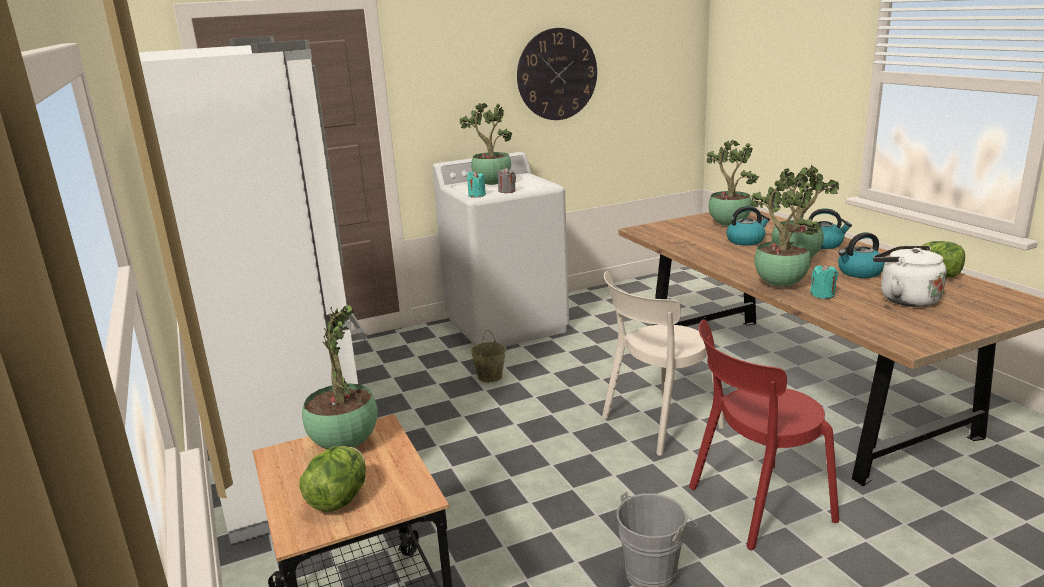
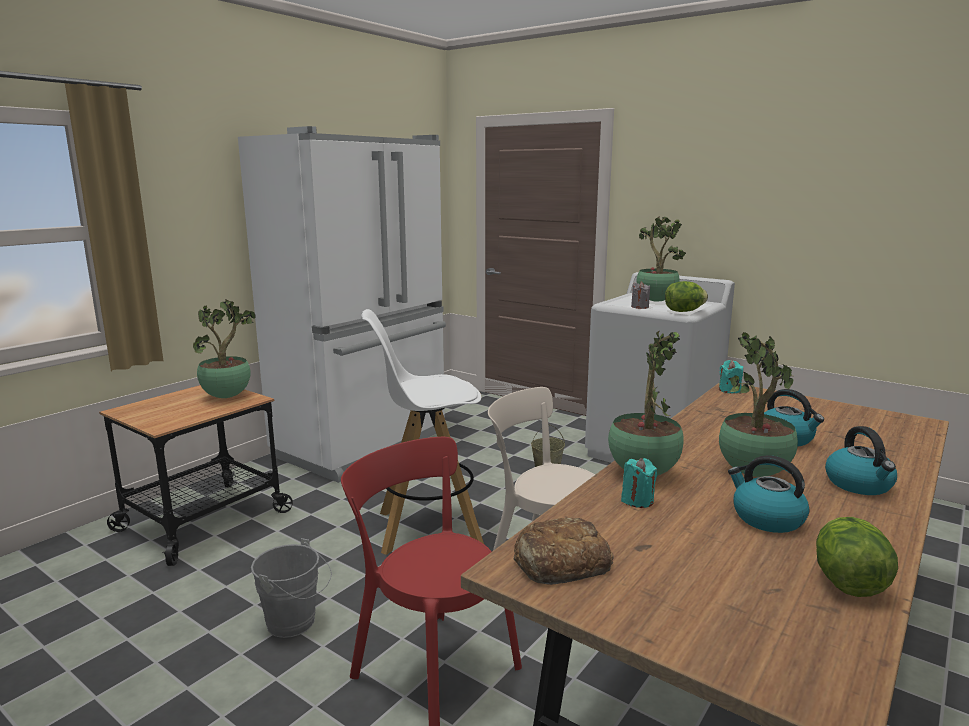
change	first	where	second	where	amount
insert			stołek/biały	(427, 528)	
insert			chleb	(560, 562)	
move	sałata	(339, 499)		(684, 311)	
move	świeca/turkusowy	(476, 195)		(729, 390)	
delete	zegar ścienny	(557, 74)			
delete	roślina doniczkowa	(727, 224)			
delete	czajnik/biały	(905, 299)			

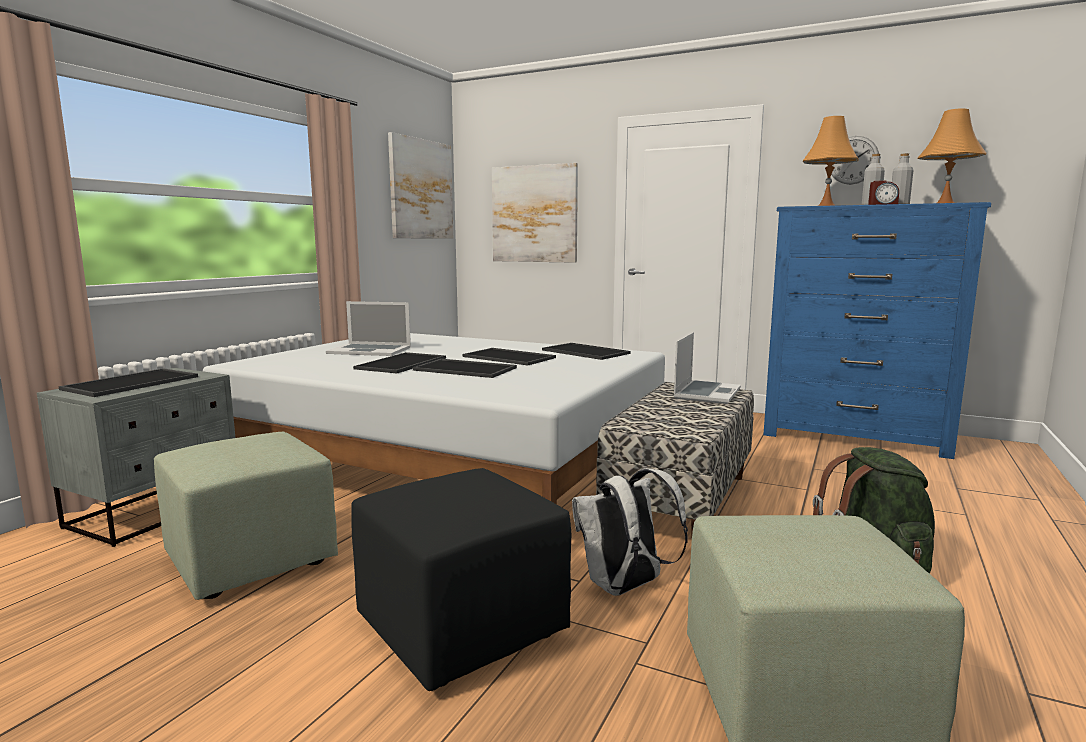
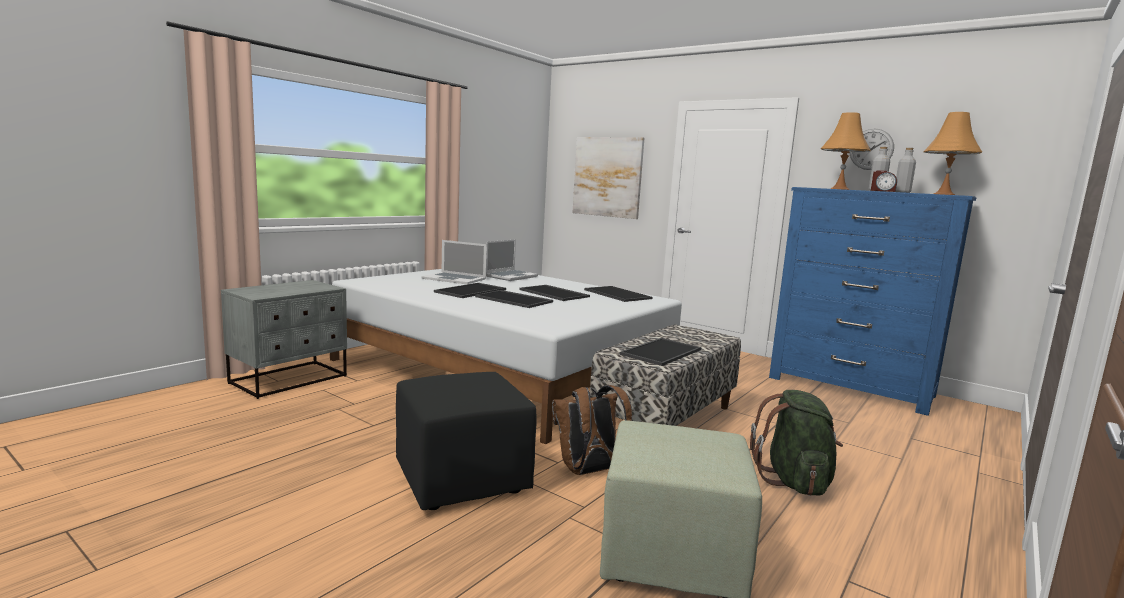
change	first	where	second	where	amount
move	laptop	(706, 393)		(511, 276)	
recolor	plecak/biały	(625, 587)	plecak/brązowy	(588, 471)	
move	taca	(132, 382)		(660, 351)	
delete	pufa/zielony	(249, 559)			
delete	obraz	(421, 189)			

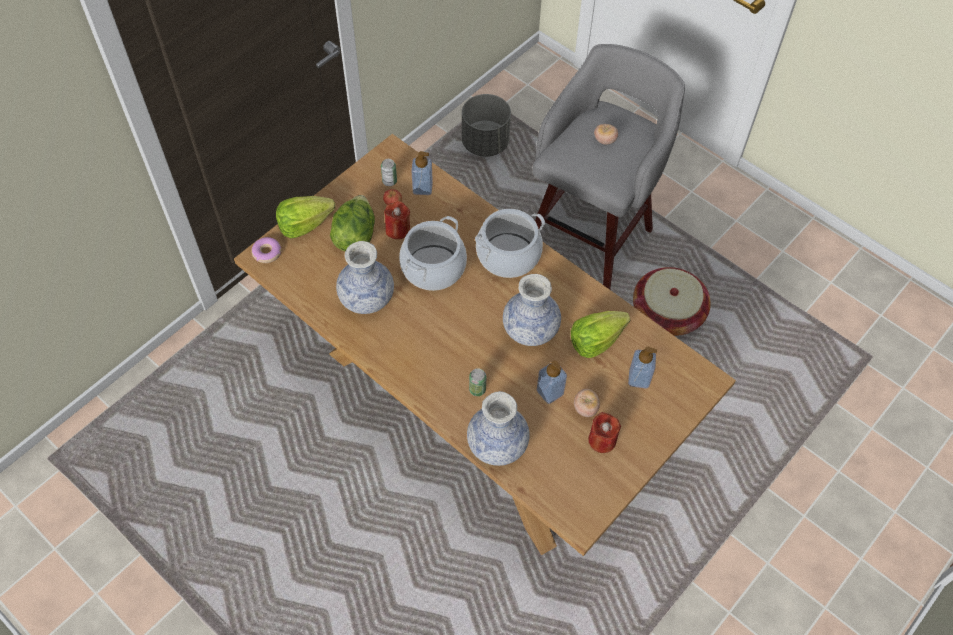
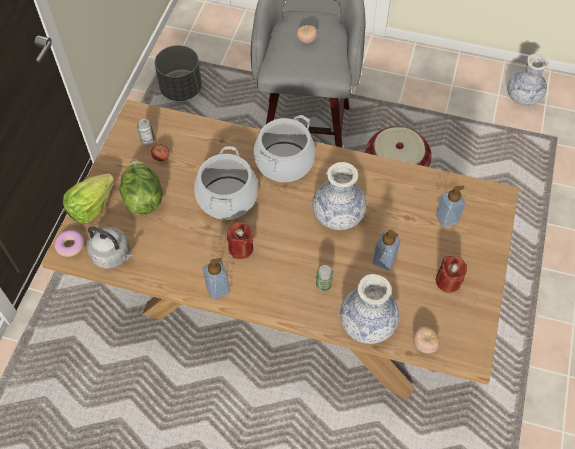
change	first	where	second	where	amount
insert			czajnik/szary	(113, 255)	
move	dozownik mydła	(422, 188)		(218, 289)	
move	świeca/czerwony	(398, 229)		(241, 248)	
move	pomidor	(585, 408)		(424, 344)	
move	wazon	(366, 298)		(523, 97)	
delete	sałata	(595, 341)			

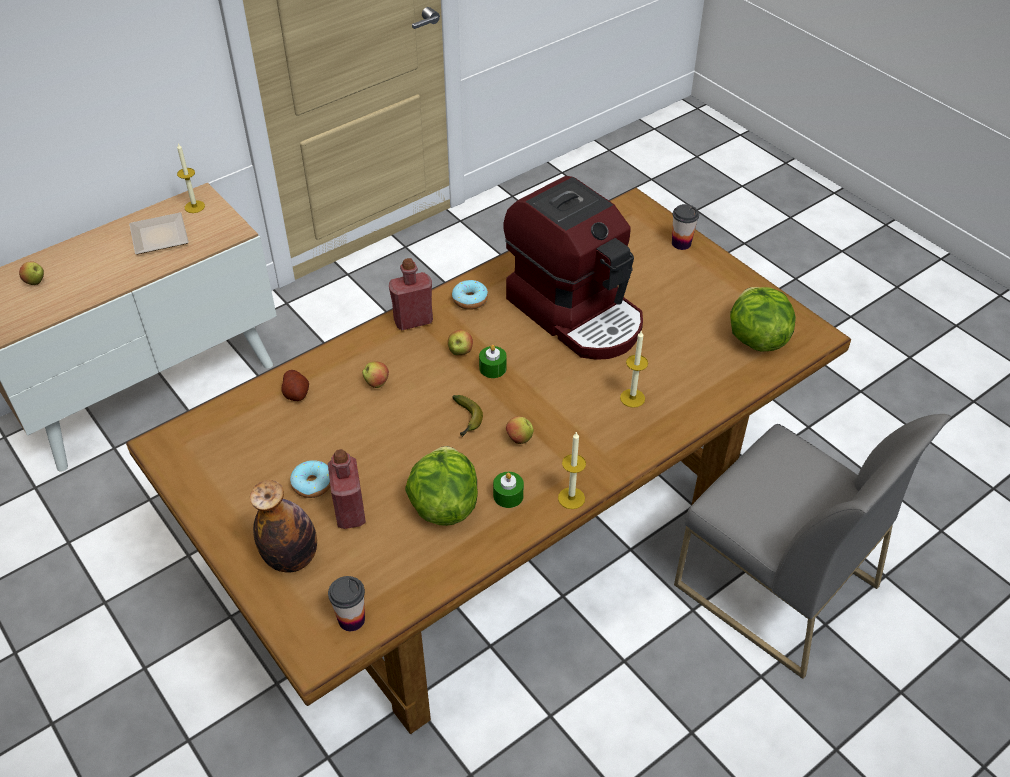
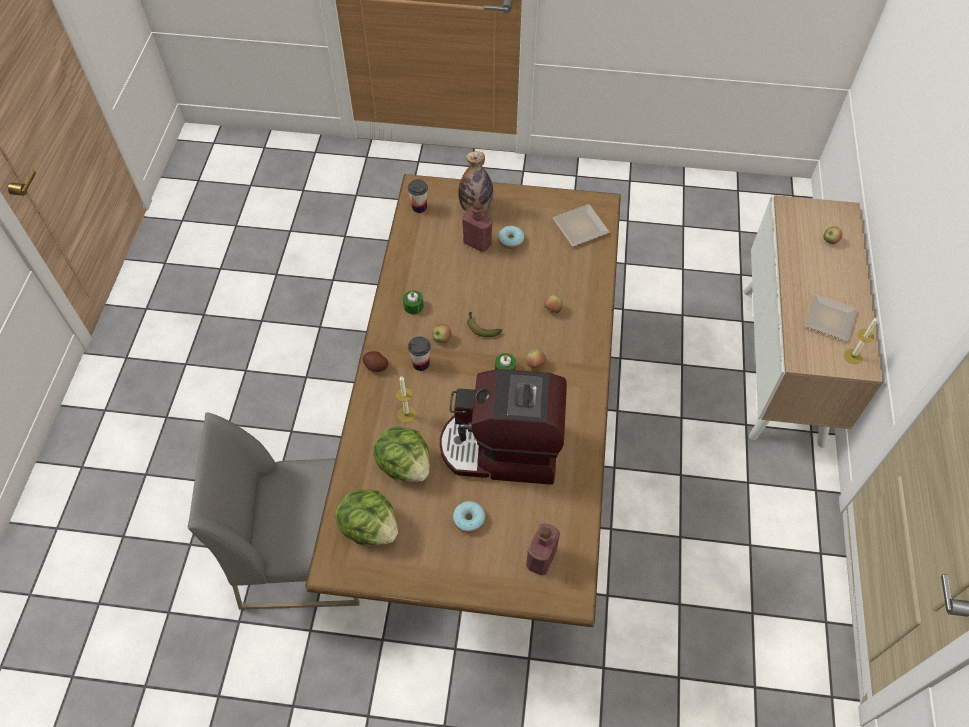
change	first	where	second	where	amount
move	ziemniak	(296, 393)		(376, 366)	
move	sałata	(444, 505)		(405, 465)	
move	filiżanka	(681, 243)		(421, 364)	
move	donut	(470, 300)		(469, 519)	
move	butelka/czerwony	(413, 321)		(541, 559)	
insert			talerz	(580, 229)	
delete	świeca	(571, 498)			

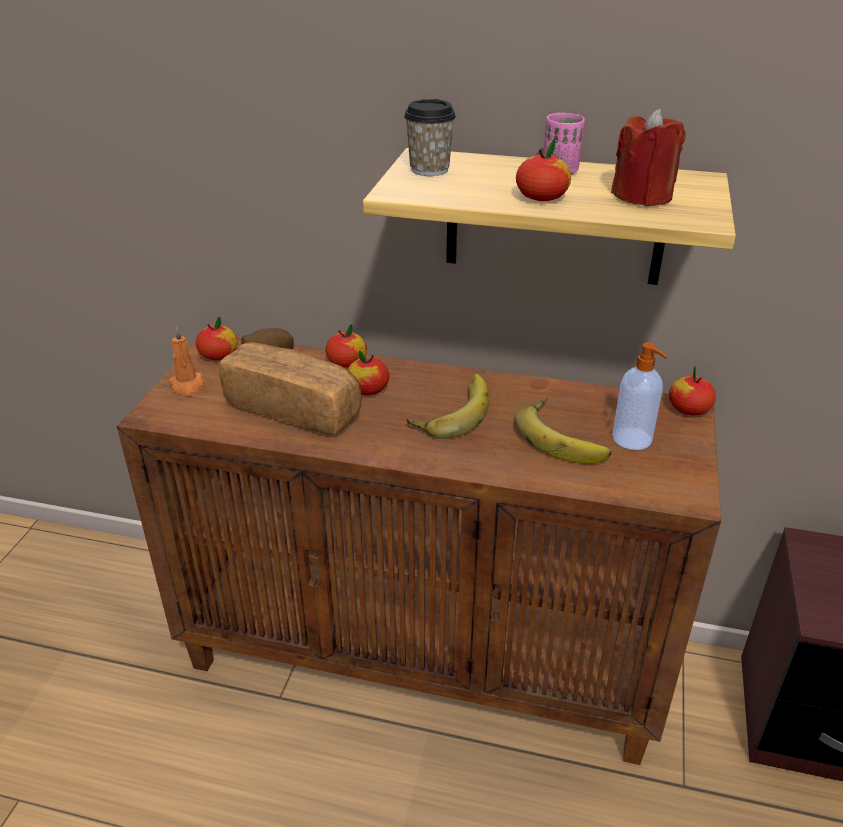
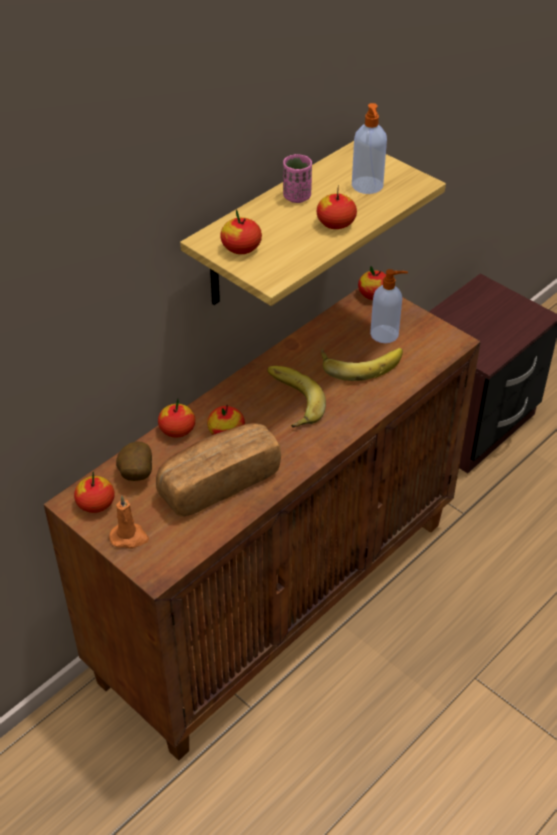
change	first	where	second	where	amount
replace	filiżanka	(429, 169)	jabłko	(241, 248)	
replace	świeca/czerwony	(642, 196)	dozownik mydła	(367, 186)	

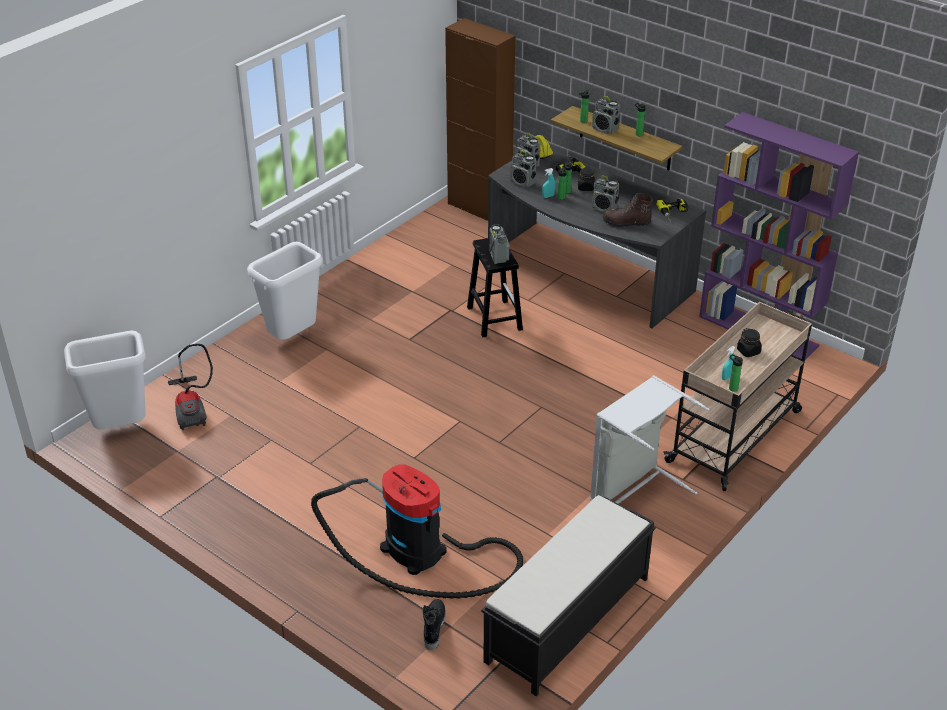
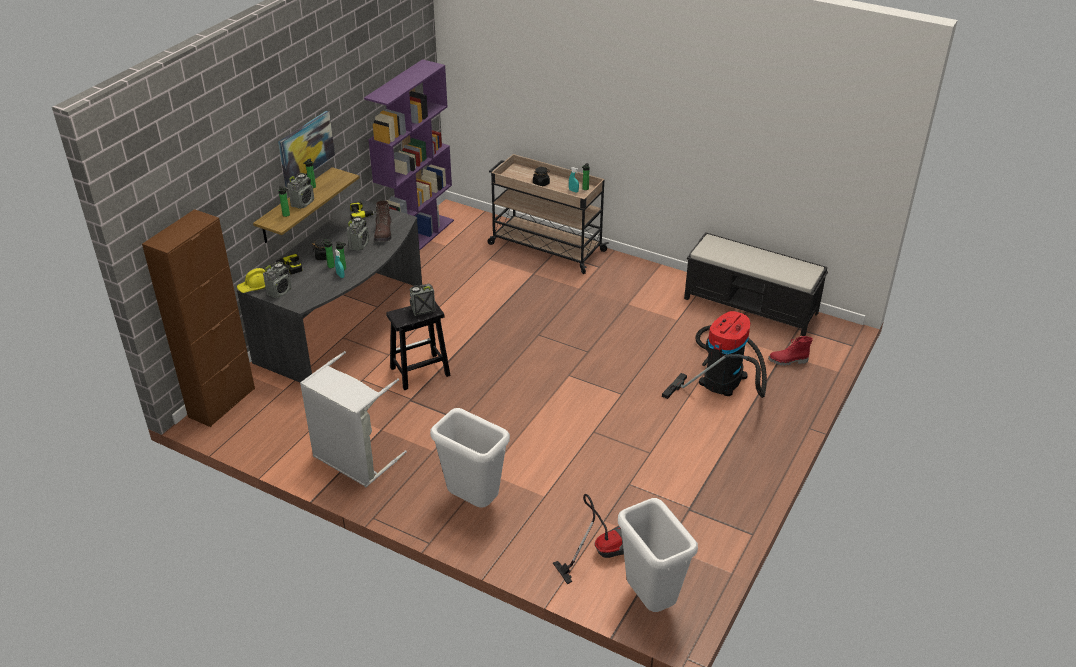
change	first	where	second	where	amount
insert			obraz	(306, 148)	
move	kosz na pranie/szary	(635, 491)		(353, 460)	
recolor	but z cholewką/czarny	(433, 627)	but z cholewką/czerwony	(788, 361)	
delete	radio	(523, 182)			

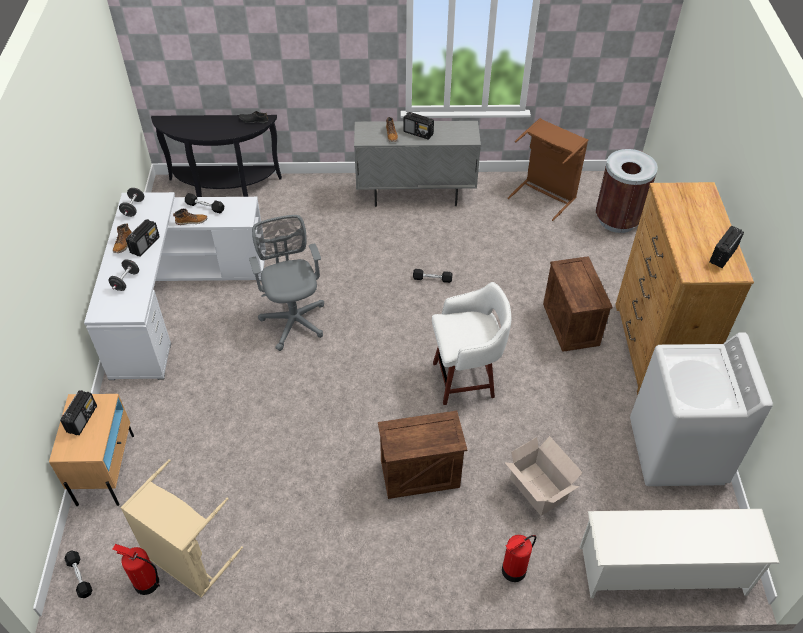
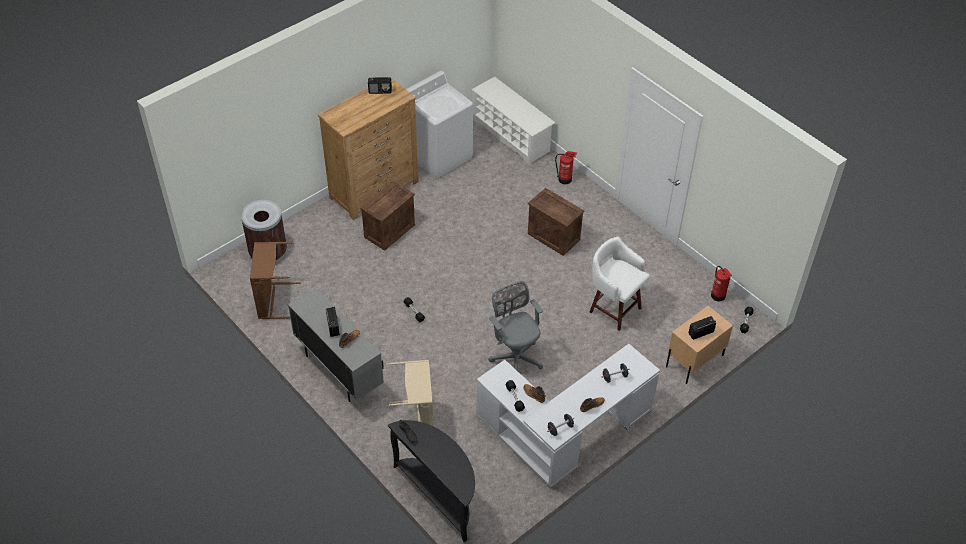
change	first	where	second	where	amount
move	kosz na pranie/beżowy	(187, 560)		(418, 421)	
rotate	krzesło biurowe/szary	(293, 319)		(515, 357)	120 degrees clockwise
move	stołek/biały	(466, 379)		(613, 309)	
delete	radio	(145, 245)			
delete	karton	(539, 490)			

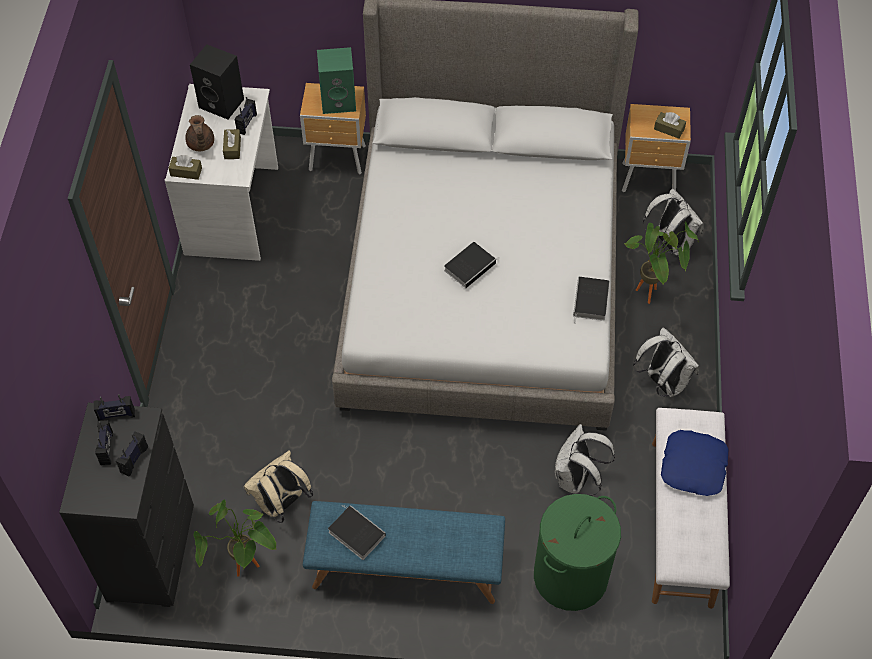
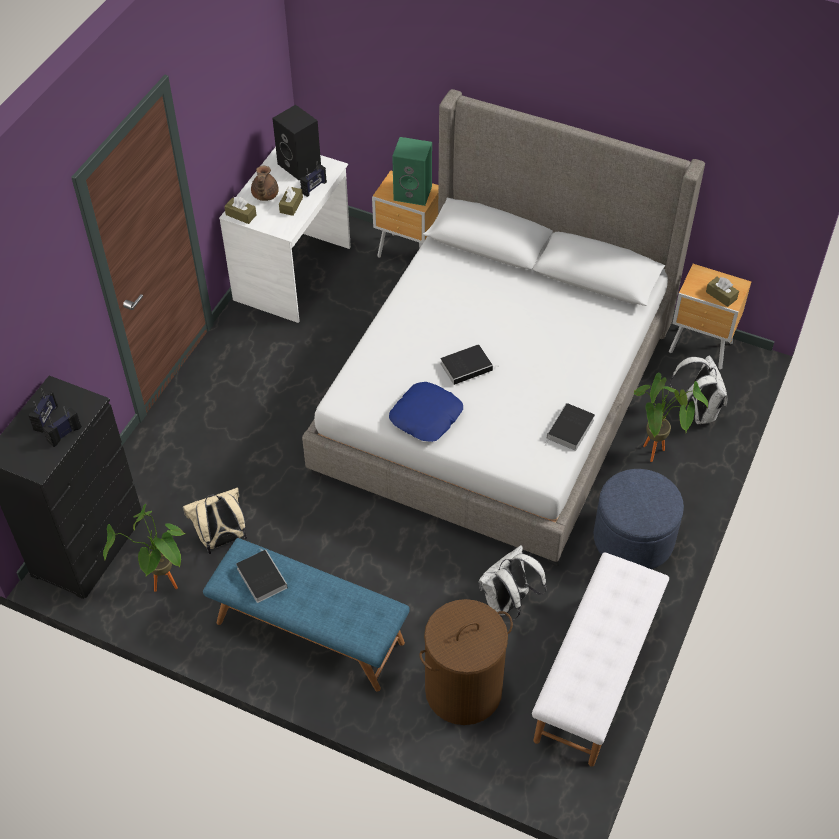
change	first	where	second	where	amount
move	poduszka/niebieski	(694, 466)		(426, 417)	
recolor	kosz na pranie/zielony	(571, 576)	kosz na pranie/brązowy	(463, 690)	
replace	plecak/biały	(662, 382)	pufa/niebieski	(633, 538)	
delete	radio	(116, 415)			

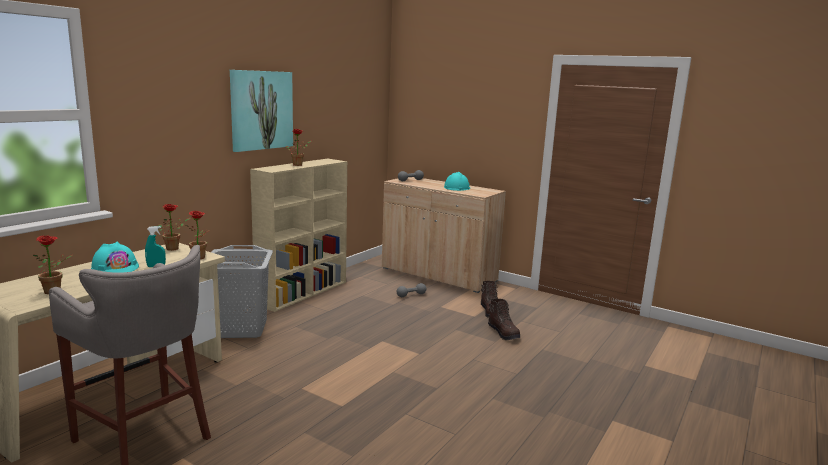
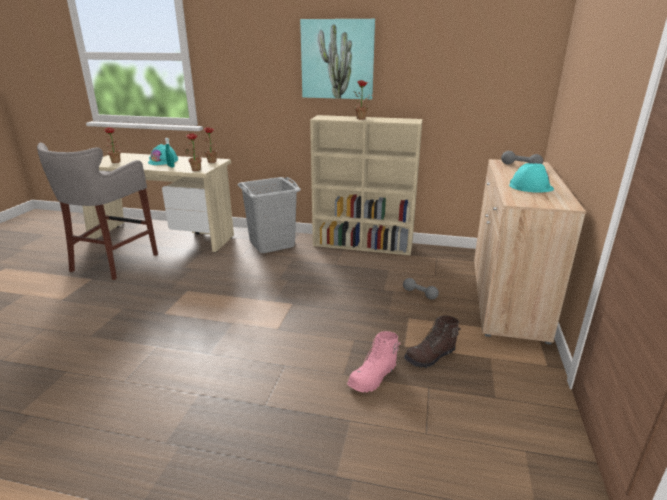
change	first	where	second	where	amount
recolor	but z cholewką/brązowy	(504, 333)	but z cholewką/różowy	(373, 378)	

